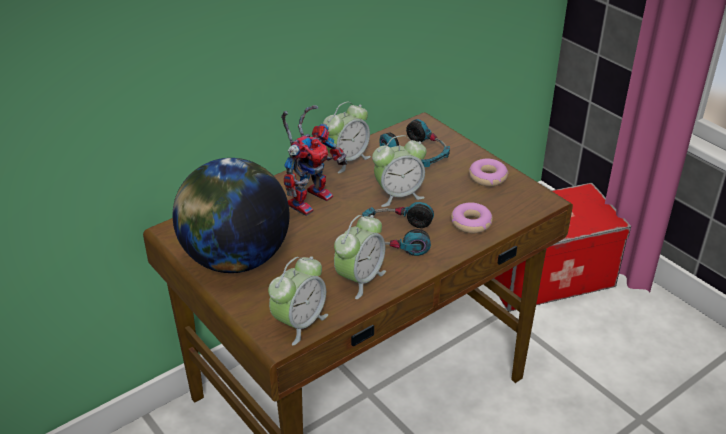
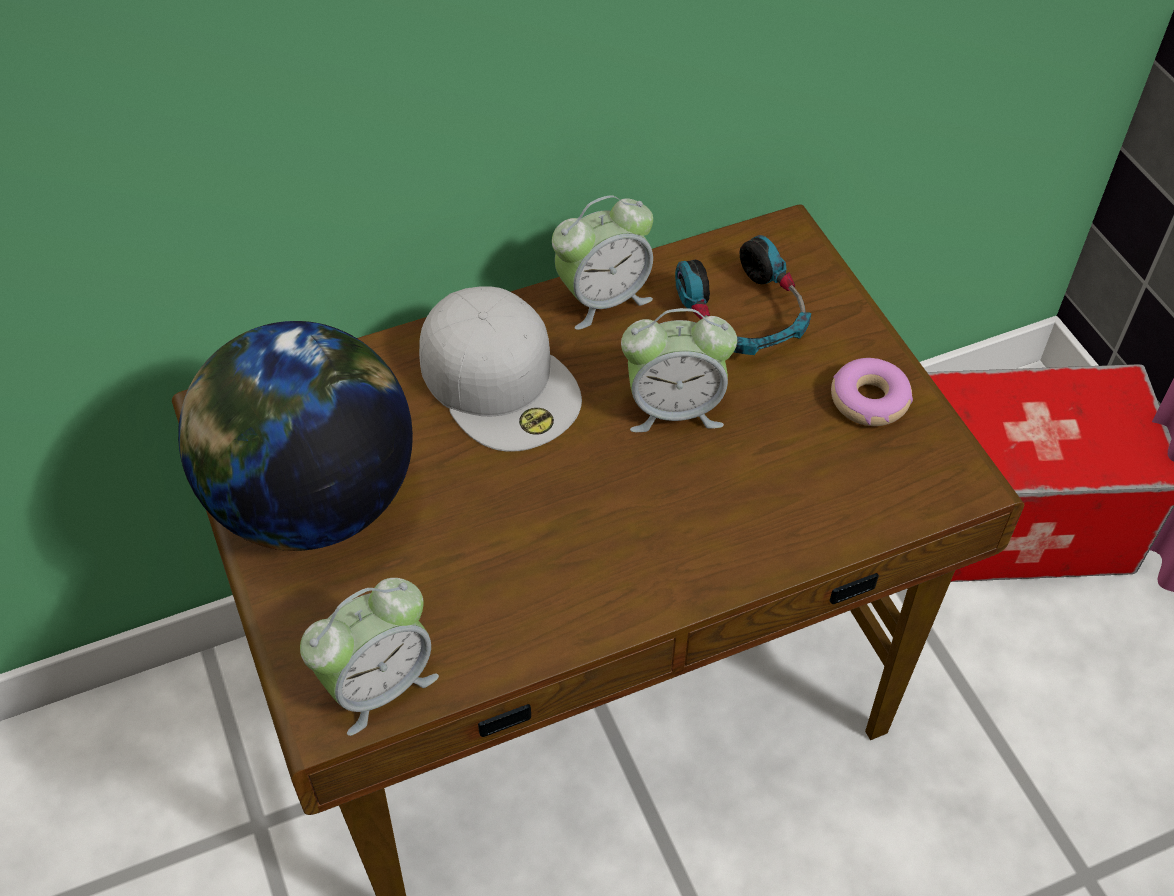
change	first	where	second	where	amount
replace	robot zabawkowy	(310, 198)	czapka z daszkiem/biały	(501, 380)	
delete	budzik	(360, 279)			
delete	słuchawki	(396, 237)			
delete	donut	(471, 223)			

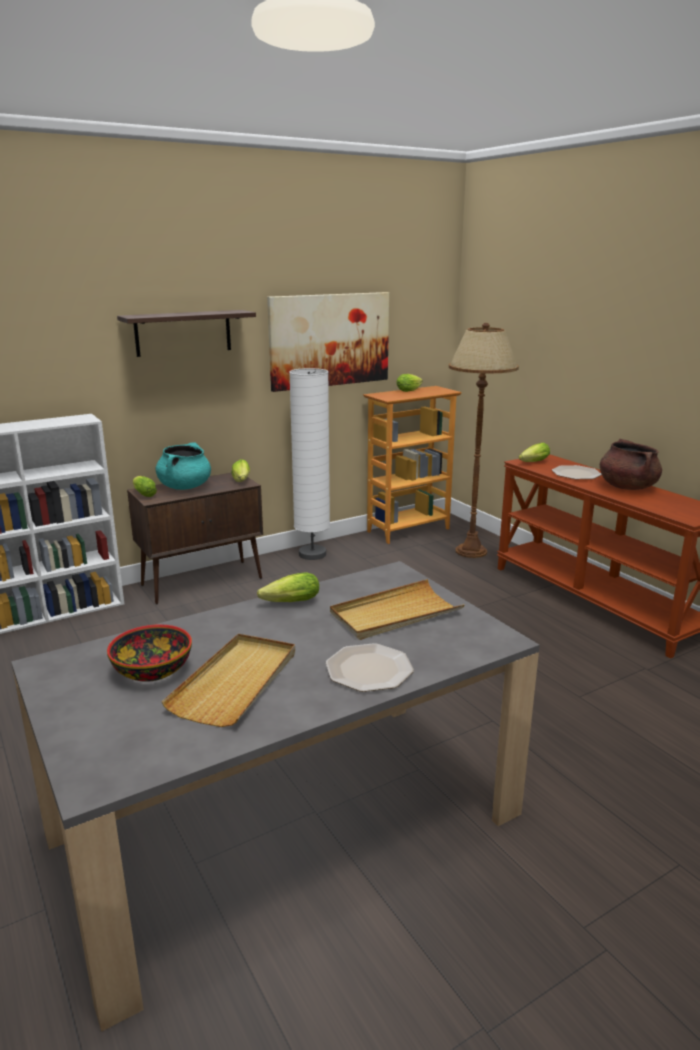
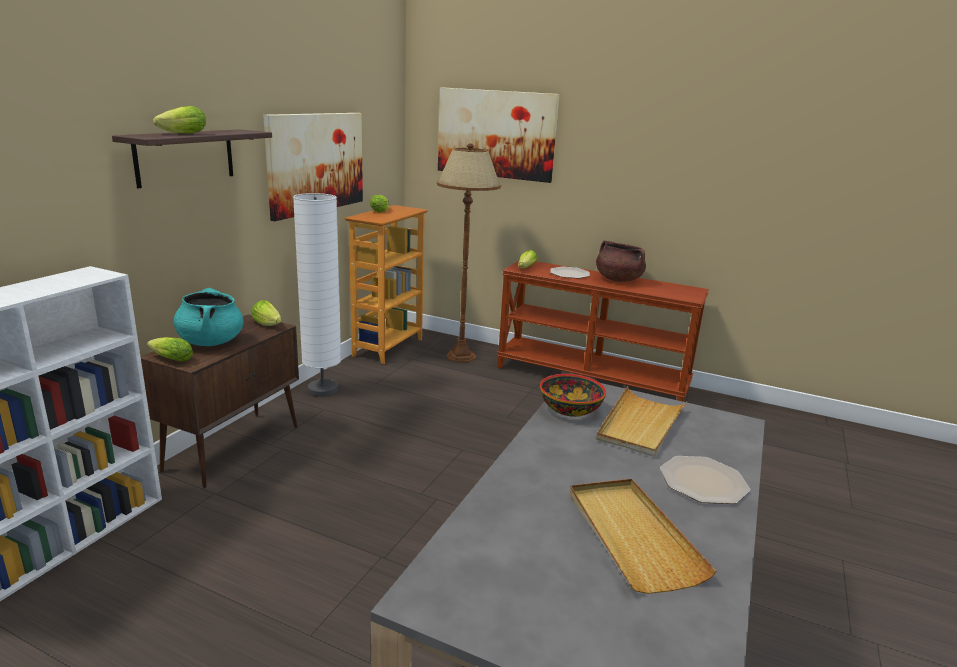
change	first	where	second	where	amount
move	sałata	(288, 603)		(180, 134)	
insert			obraz	(496, 134)	
move	miska	(152, 670)		(569, 409)	

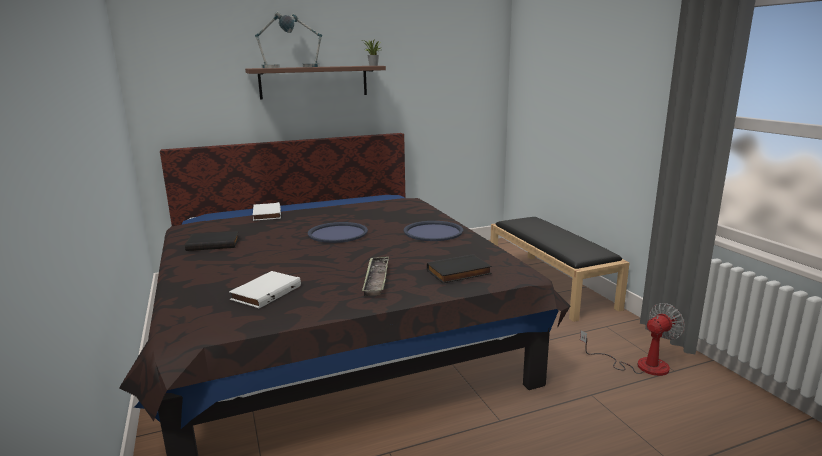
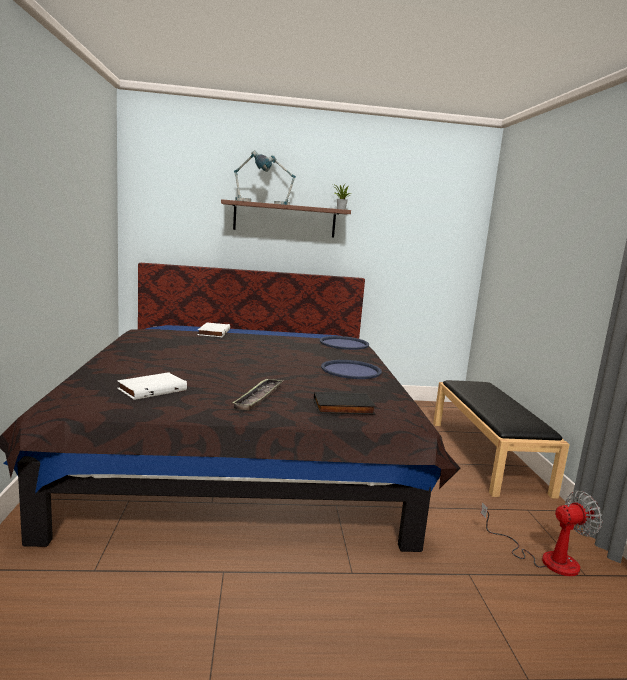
change	first	where	second	where	amount
move	taca/niebieski	(337, 233)		(344, 344)	
delete	książka/czarny	(214, 243)			

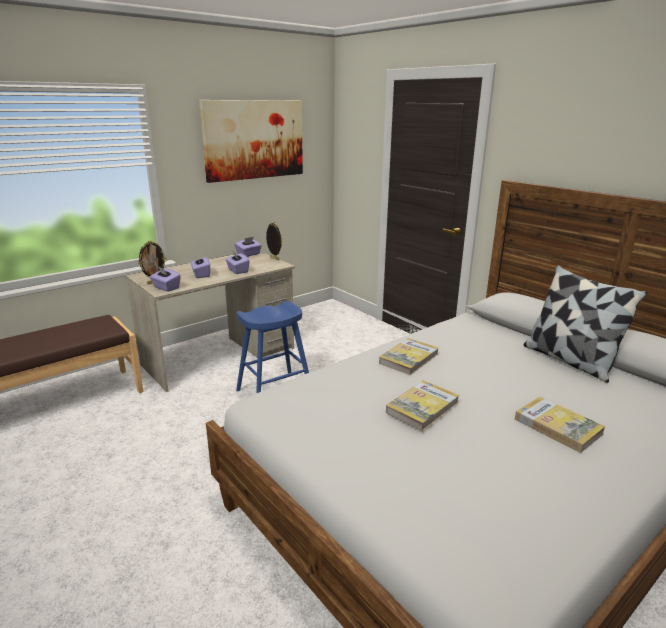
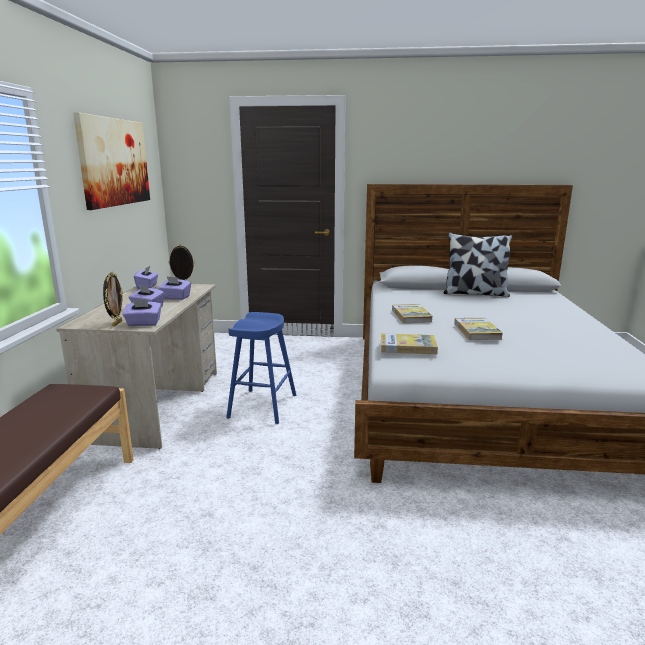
change	first	where	second	where	amount
move	książka	(557, 426)		(407, 347)	

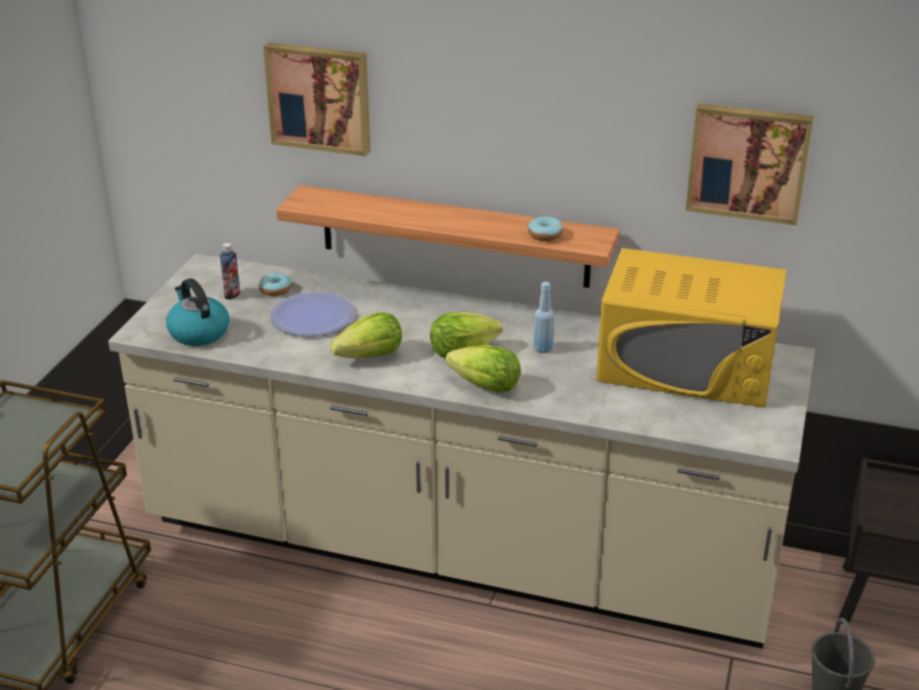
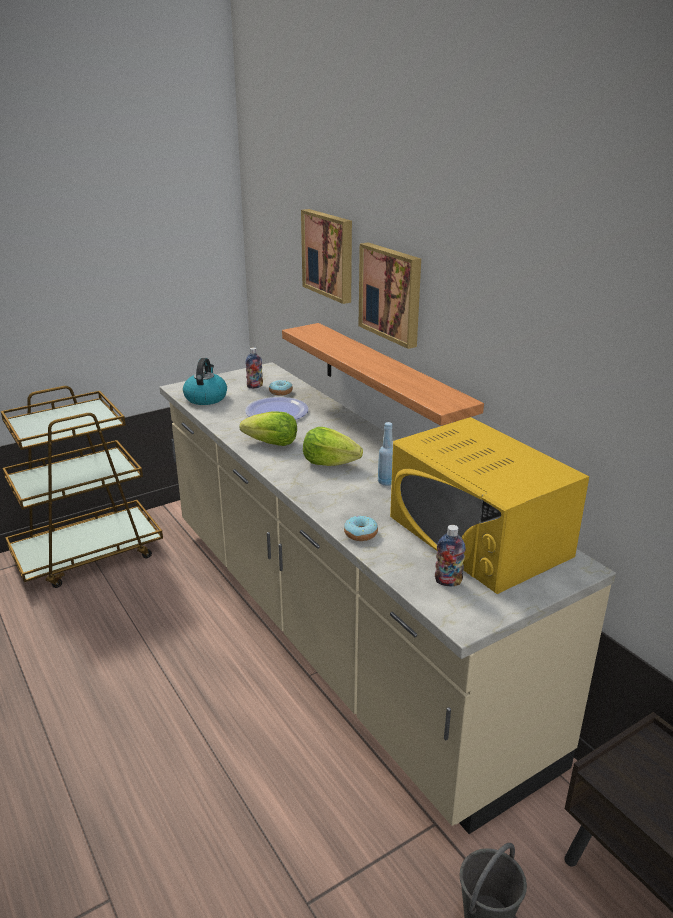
change	first	where	second	where	amount
move	donut	(545, 235)		(360, 534)	
move	obraz	(748, 162)		(392, 293)	
insert			butelka	(448, 582)	
delete	sałata	(486, 386)			

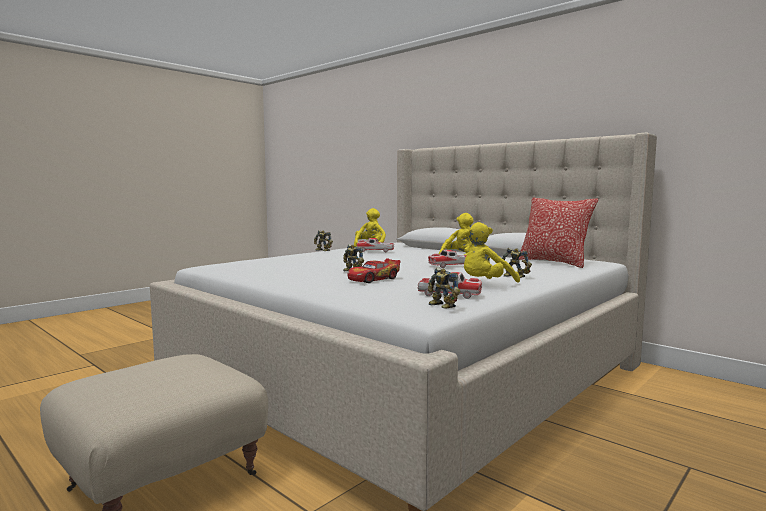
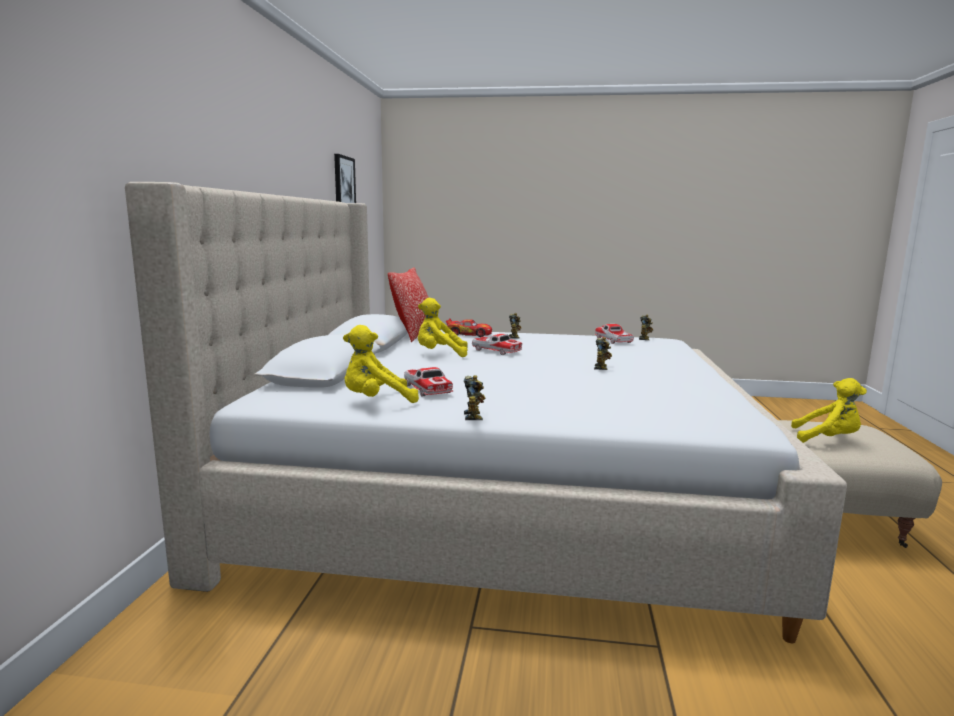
change	first	where	second	where	amount
insert			obraz	(344, 185)	
move	samochodzik	(374, 279)		(469, 334)	
move	pluszak/żółty	(485, 284)		(827, 439)	

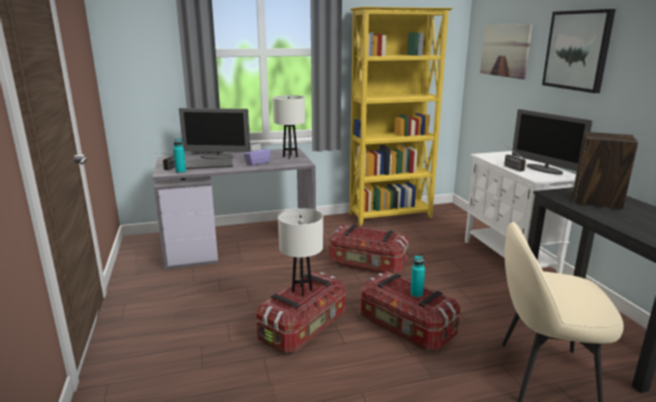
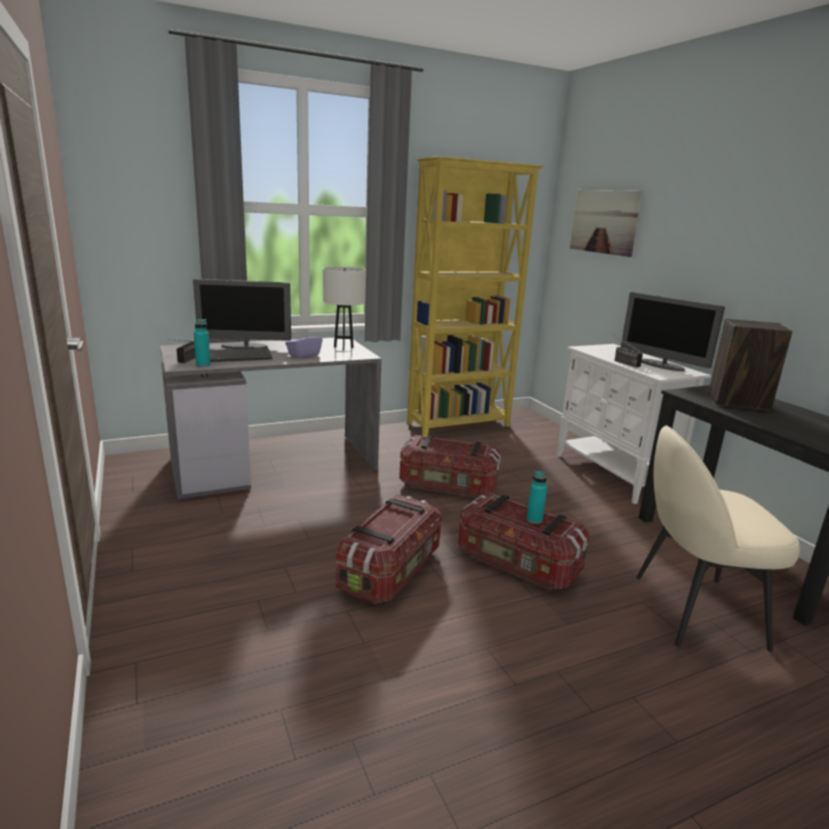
change	first	where	second	where	amount
delete	lampa stołowa/biały	(301, 291)			
delete	obraz	(577, 50)			

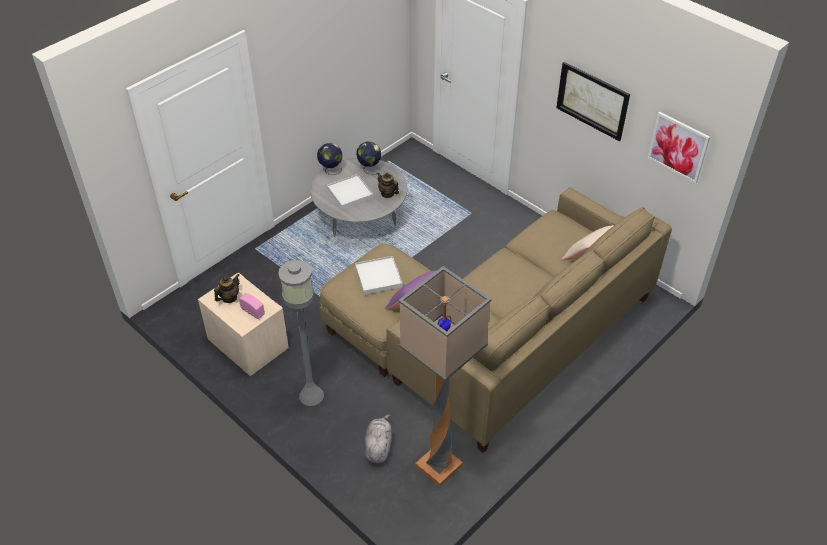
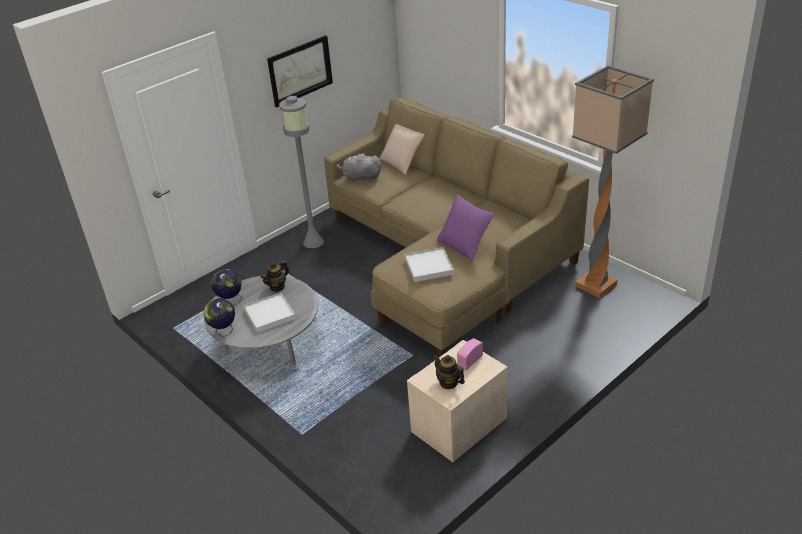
change	first	where	second	where	amount
move	lampa stojąca/szary	(311, 395)		(313, 242)	
move	pluszak/szary	(378, 446)		(360, 178)	
delete	obraz	(678, 147)			

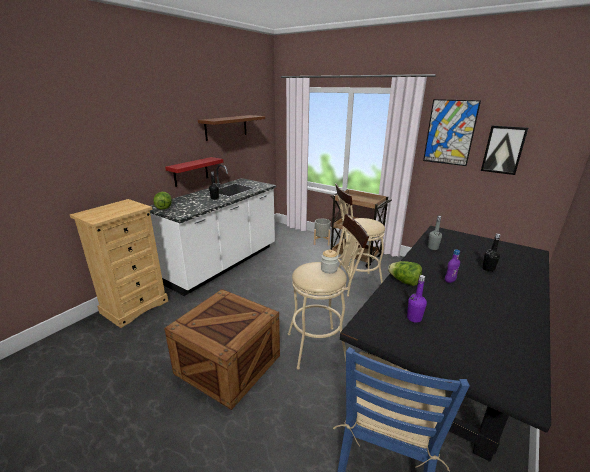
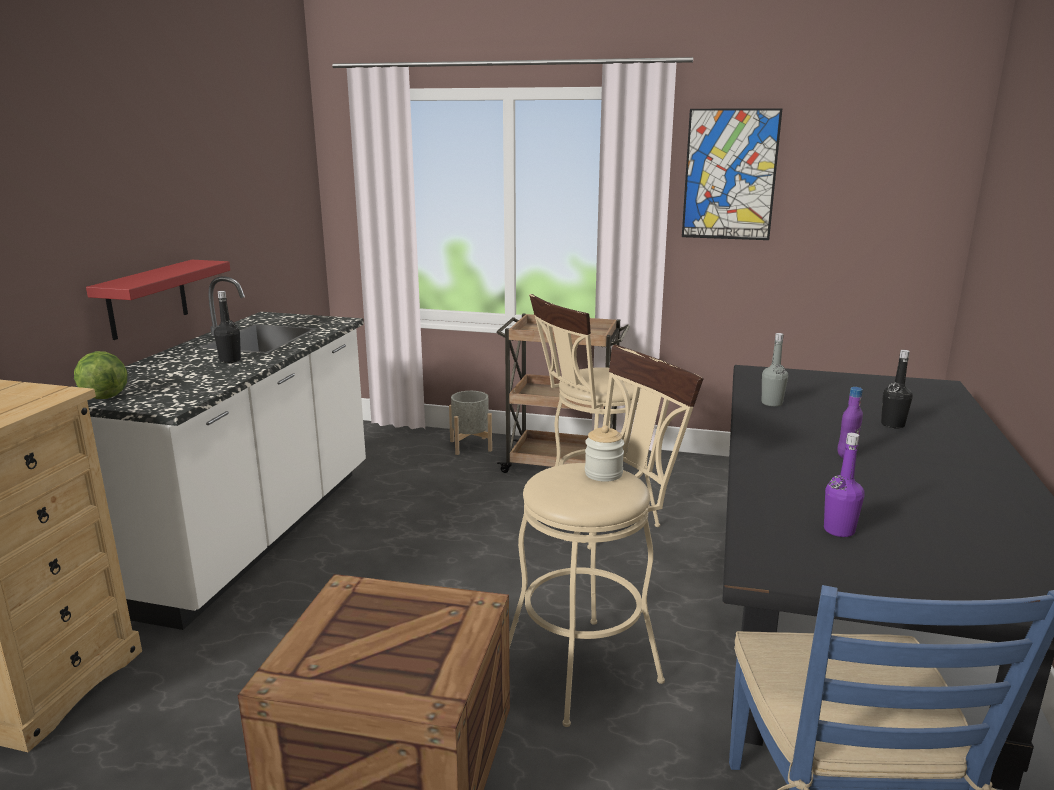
change	first	where	second	where	amount
delete	półka/brązowy	(226, 127)			
delete	sałata	(404, 281)			
delete	obraz	(503, 150)			

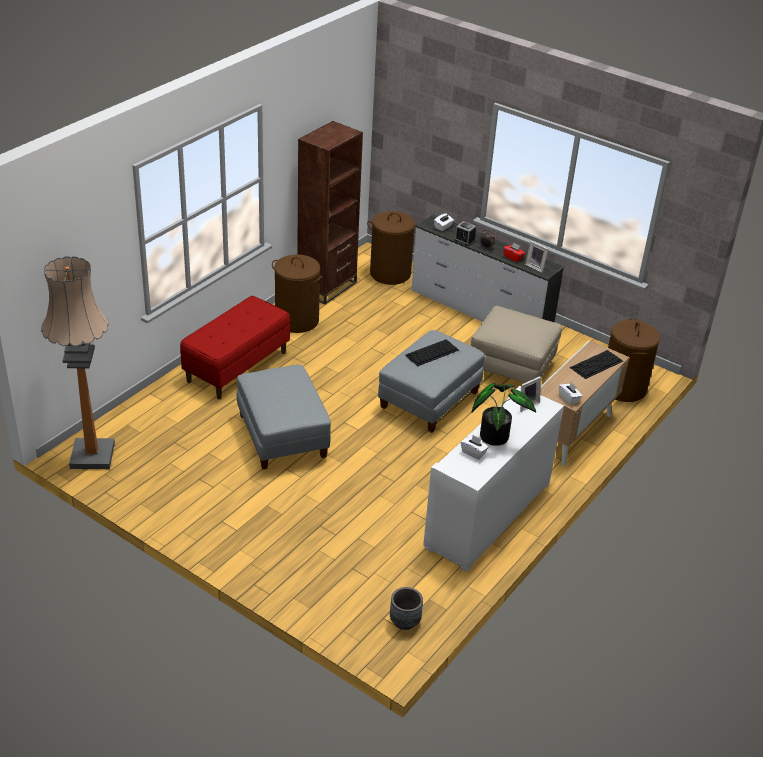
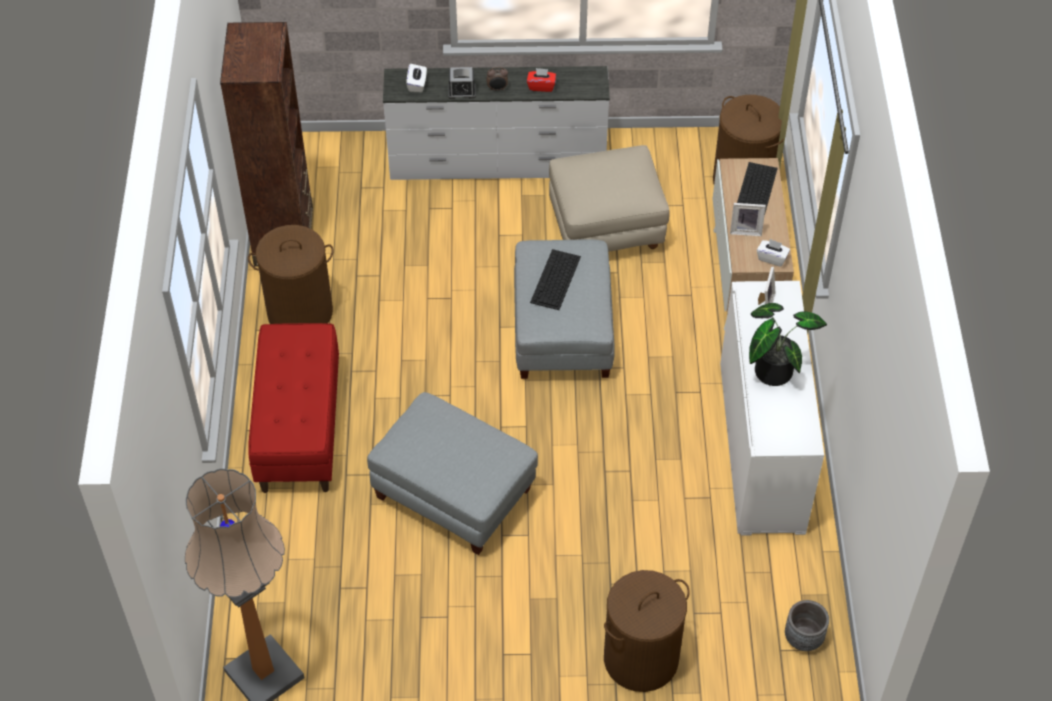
change	first	where	second	where	amount
move	kosz na pranie/brązowy	(390, 274)		(641, 659)	
move	ramka na zdjęcie	(536, 267)		(745, 230)	
delete	pudełko chusteczek/biały	(473, 452)			

